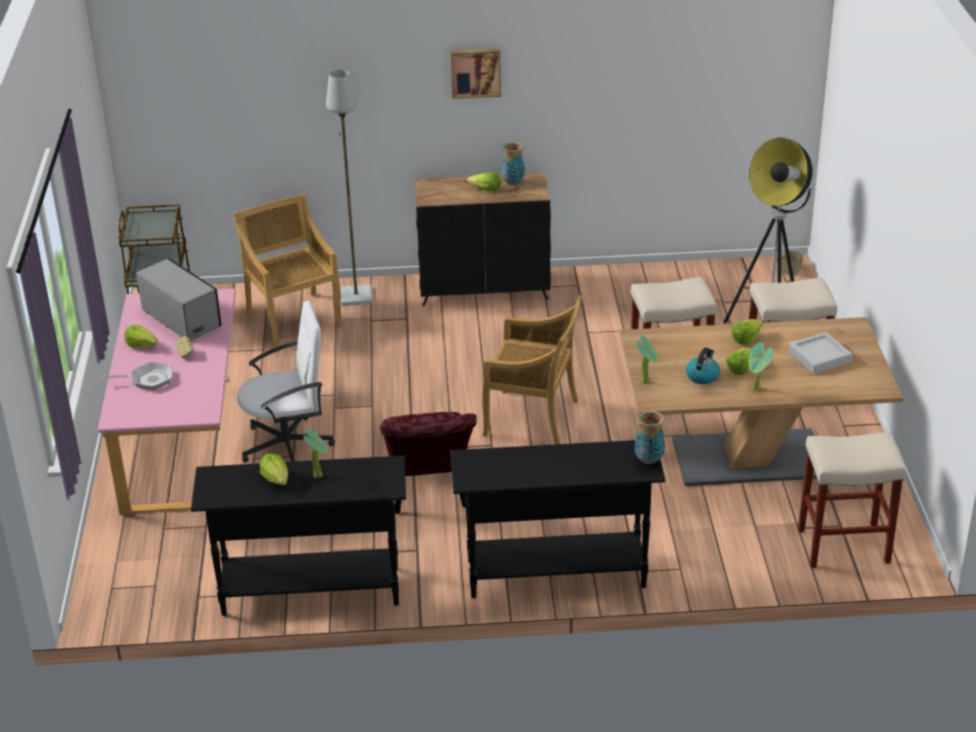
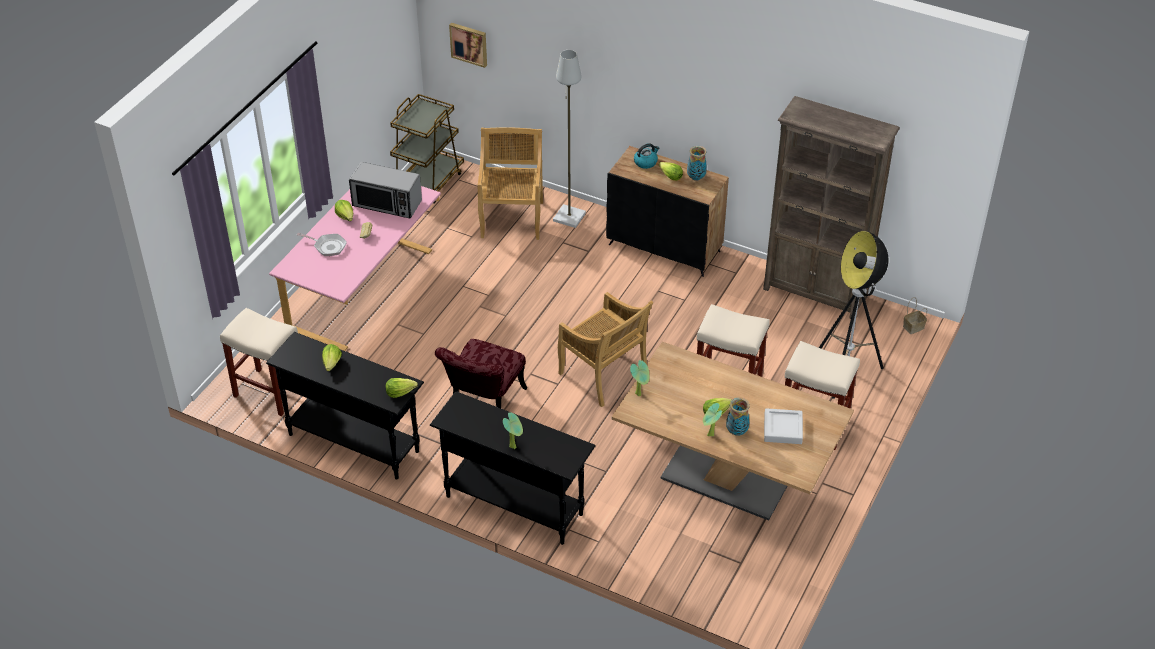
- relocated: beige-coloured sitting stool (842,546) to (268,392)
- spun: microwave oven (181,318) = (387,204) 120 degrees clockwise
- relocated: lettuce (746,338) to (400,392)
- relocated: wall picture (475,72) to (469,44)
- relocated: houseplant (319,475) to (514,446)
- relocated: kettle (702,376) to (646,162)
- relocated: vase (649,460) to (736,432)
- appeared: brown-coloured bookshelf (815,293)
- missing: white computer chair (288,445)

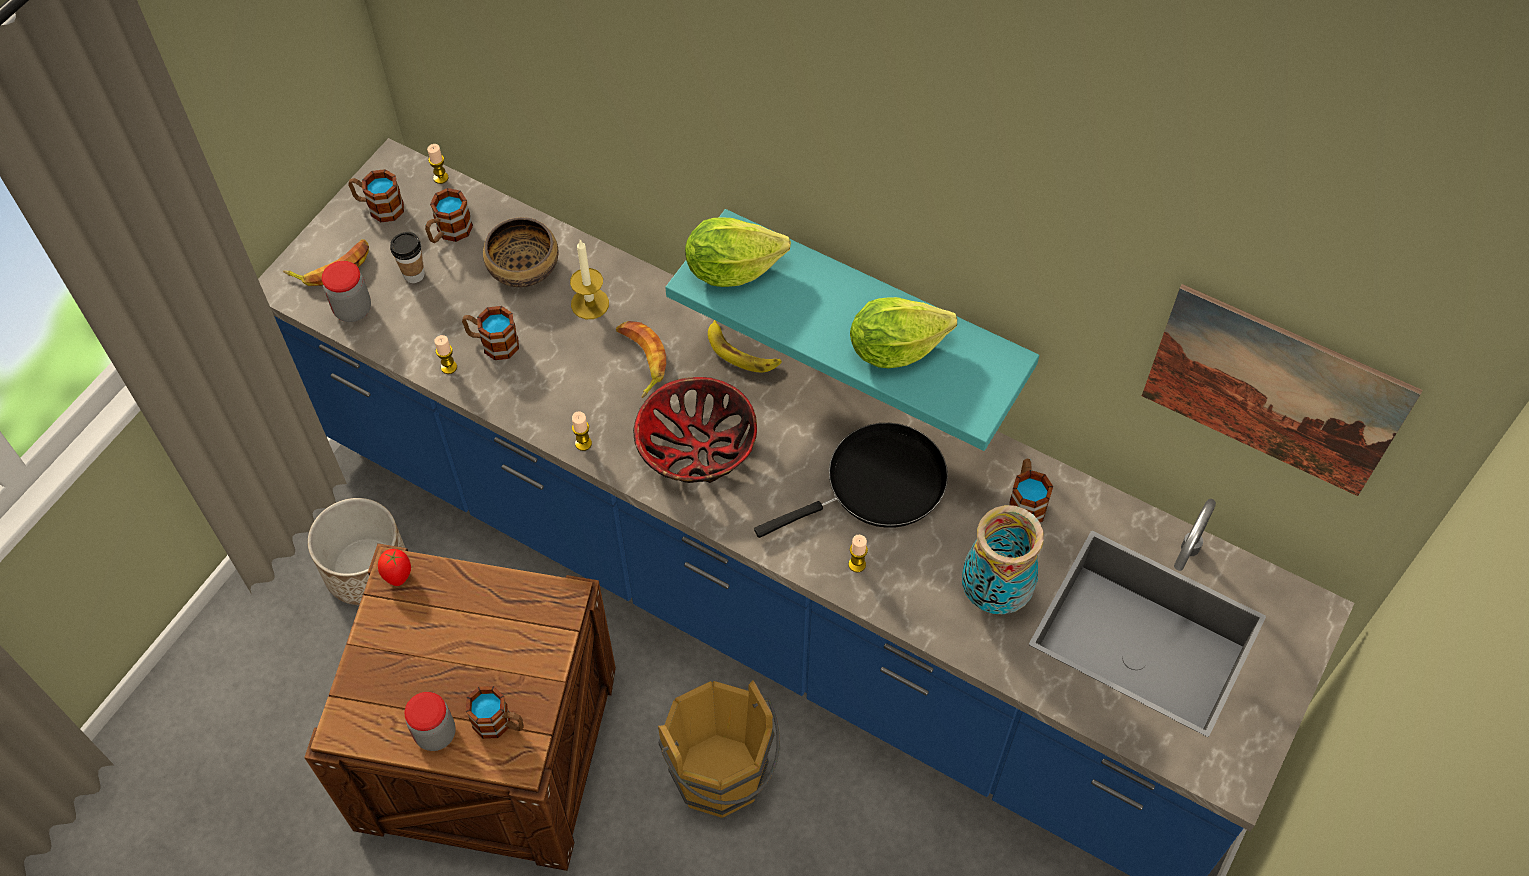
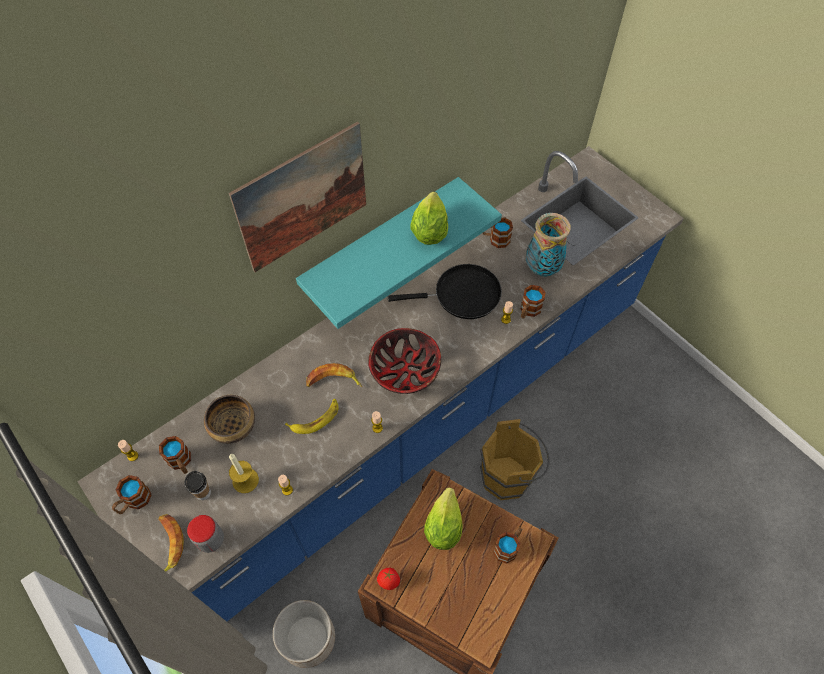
- relocated: wall picture (1273,391) to (303,198)
- relocated: wax light (590,303) to (245,480)
- relocated: banana fruit (741,351) to (315,419)
- spun: blackish frying pan (878,485) = (462,295) 90 degrees clockwise
- relocated: lettuce (731,269) to (443,527)
- relocated: tea mug (493,343) to (528,311)
- missing: preserve jar (435,733)

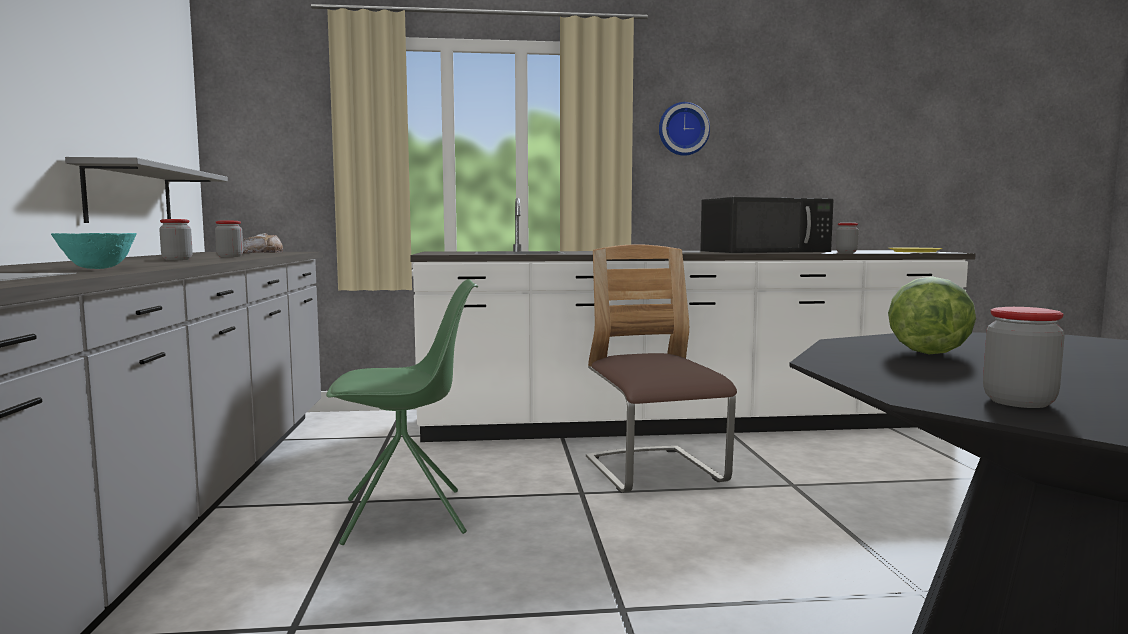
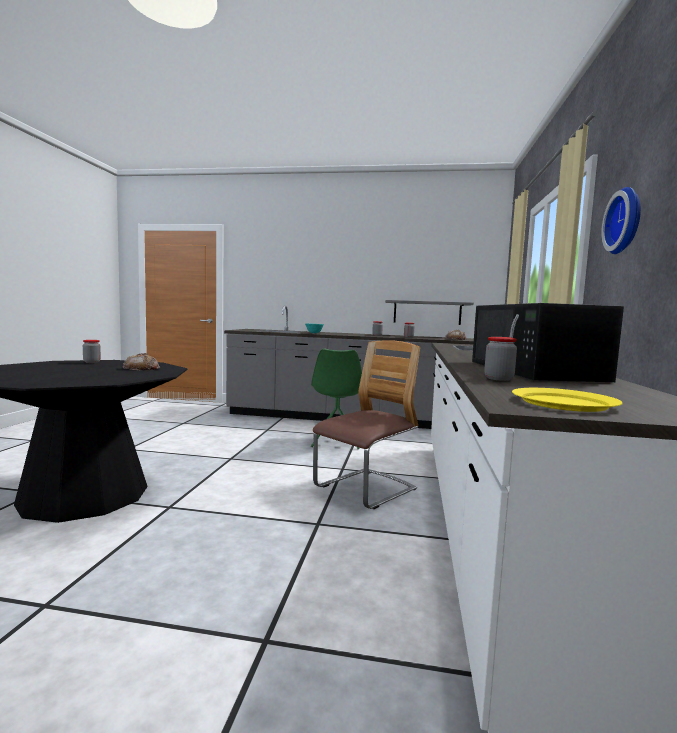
- exchanged: lettuce (928,352) to bread (141,368)
- spun: plain chair (654,472) = (365,489) 45 degrees counterclockwise

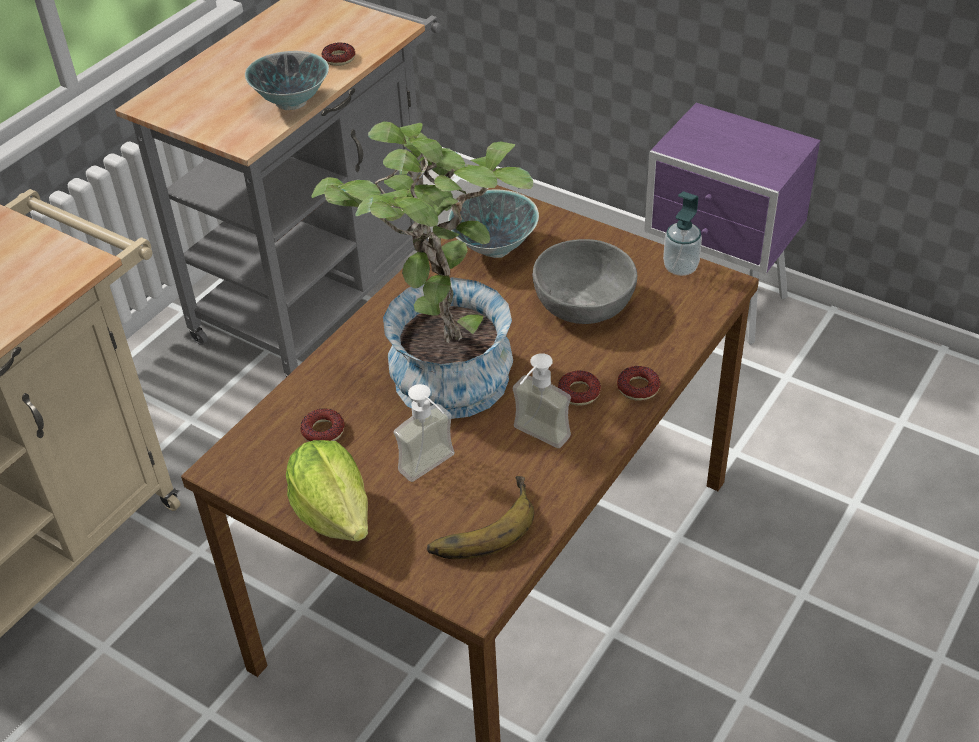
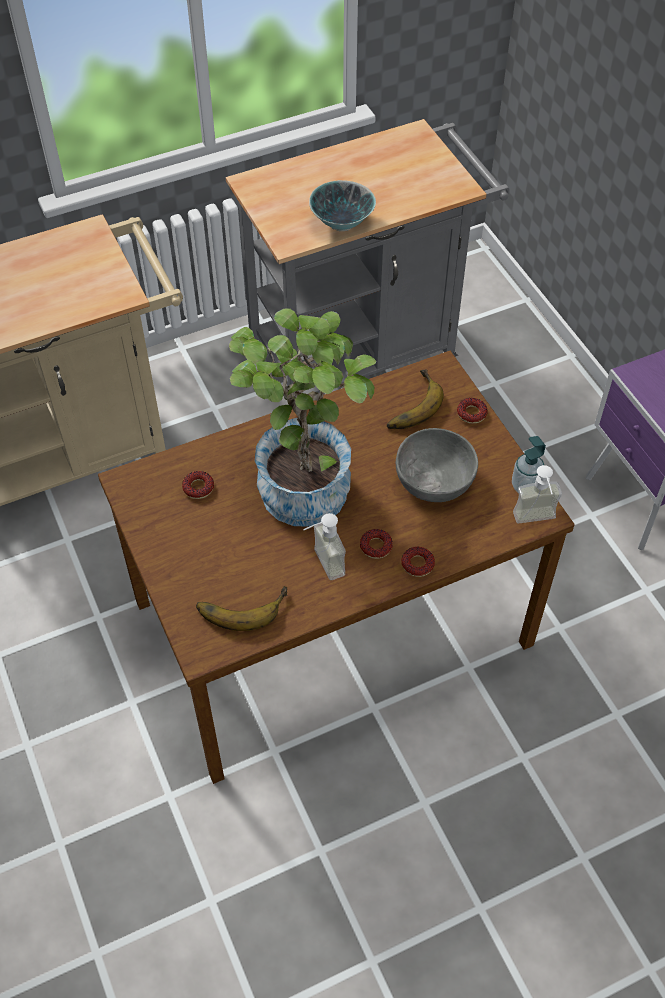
- exchanged: bowl (495,248) to banana fruit (409,404)
- relocated: donut (339,58) to (471,413)
- relocated: liquid soap bottle (434,469) to (536,522)
- missing: lettuce (334,513)

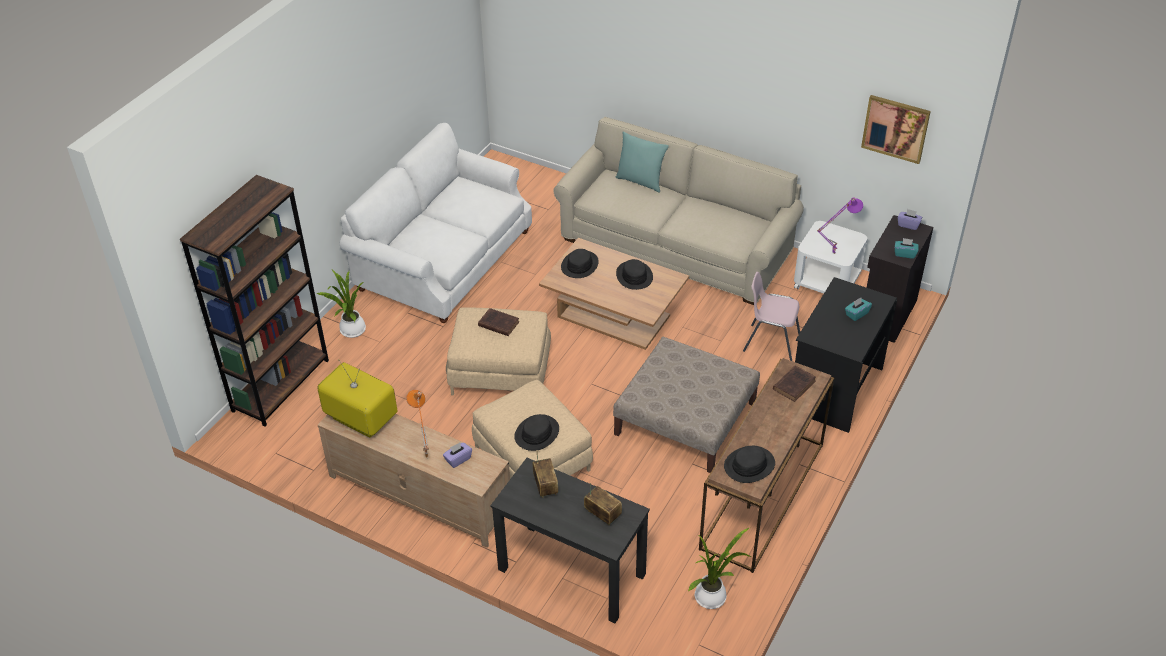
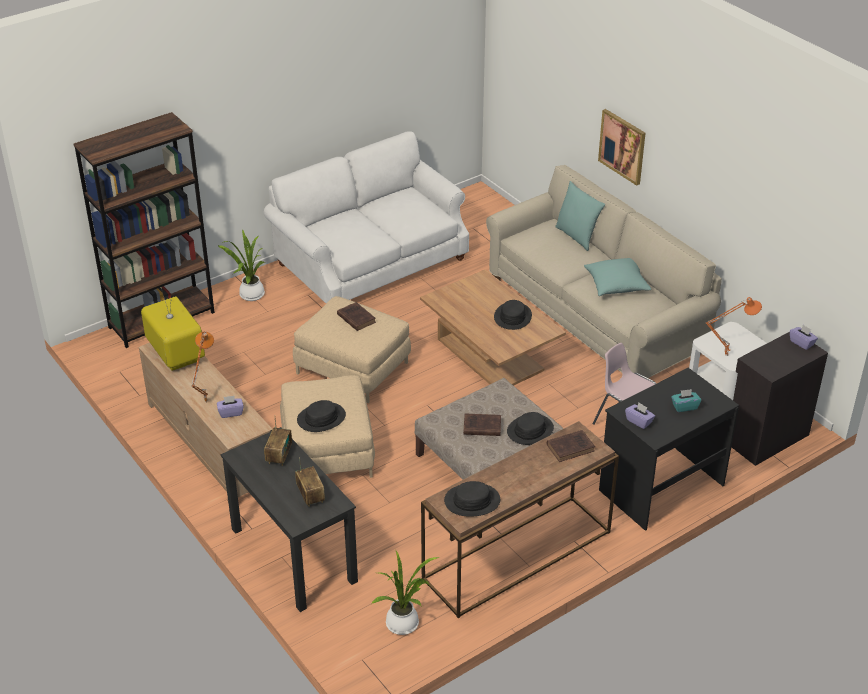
- appeared: brown-coloured book (481,427)
- relocated: blackish hat (580,265) to (530,430)
- appeared: blue-green throw pillow (616,285)
- relocated: wall picture (895,128) to (622,146)
- appeared: purplish tissue holder (639,421)
- colour: purplish table lamp (833,253) to orange table lamp (726,354)
- missing: blue-green tissue holder (905,254)

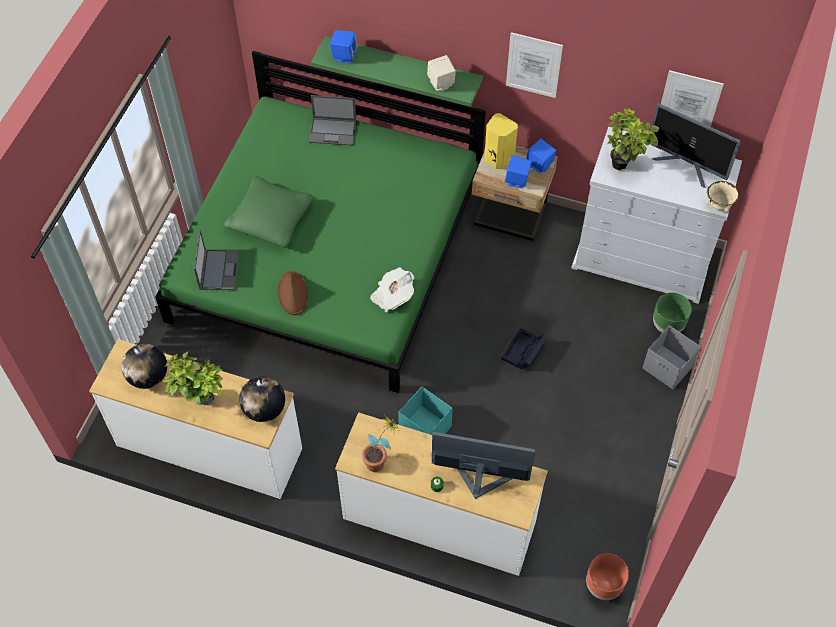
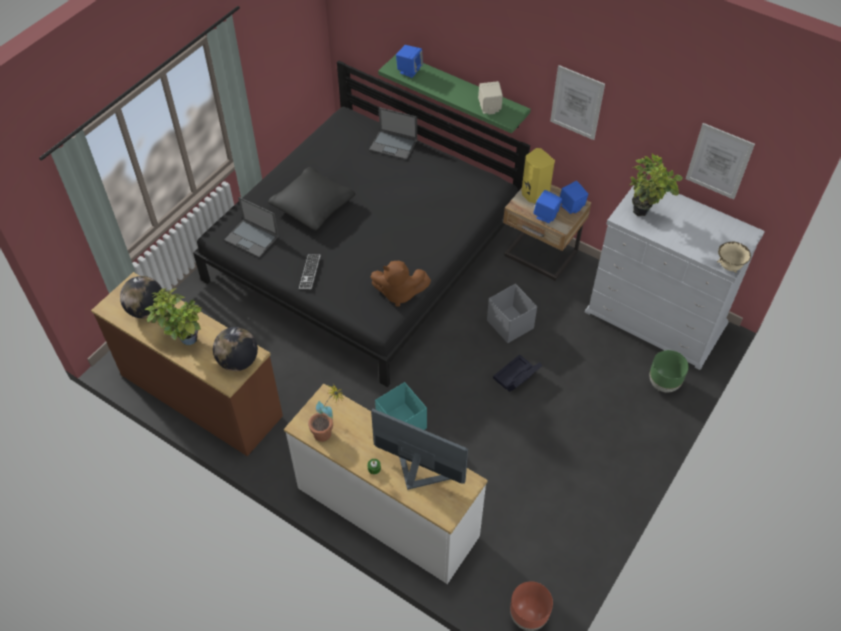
- colour: white drawer chest (209,448) to brown-coloured drawer chest (200,396)
- colour: green bedroom bed (328,252) to blackish bedroom bed (365,252)
- spun: notebook computer (219,269) = (252,238) 105 degrees clockwise
- colour: green throw pillow (271,219) to blackish throw pillow (313,206)
- exchanged: brown-coloured hat (293,293) to keyboard (310,272)
- exchanged: newspaper (392,296) to brown-coloured plush toy (399,293)
- relocated: gray storage bin (668,368) to (510,325)
- missing: computer display (686,166)

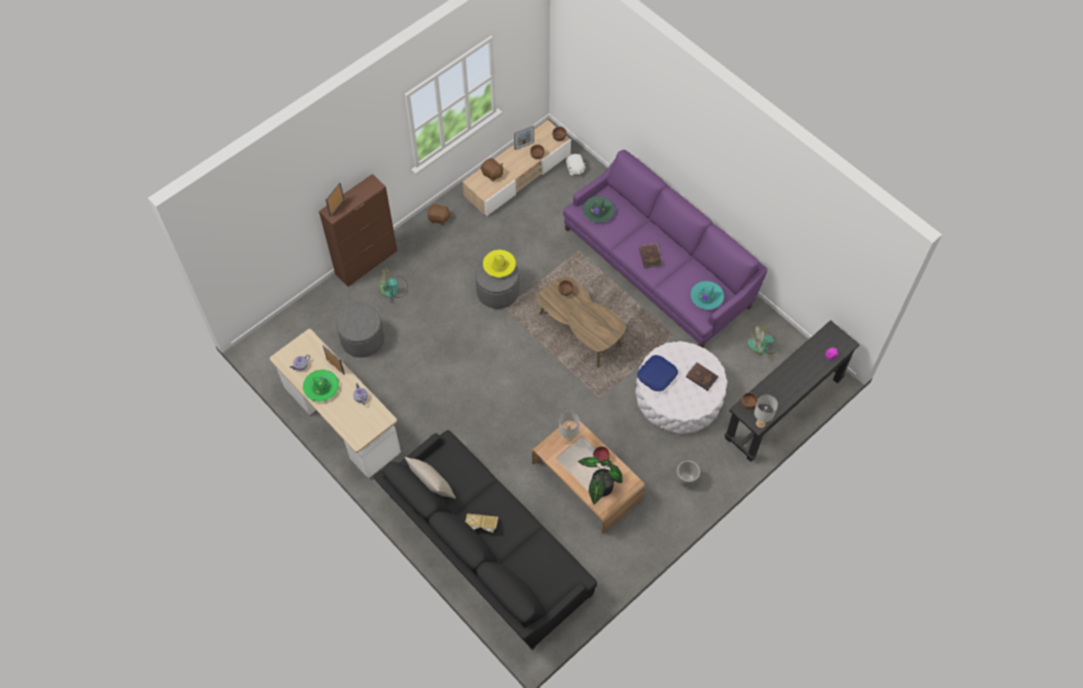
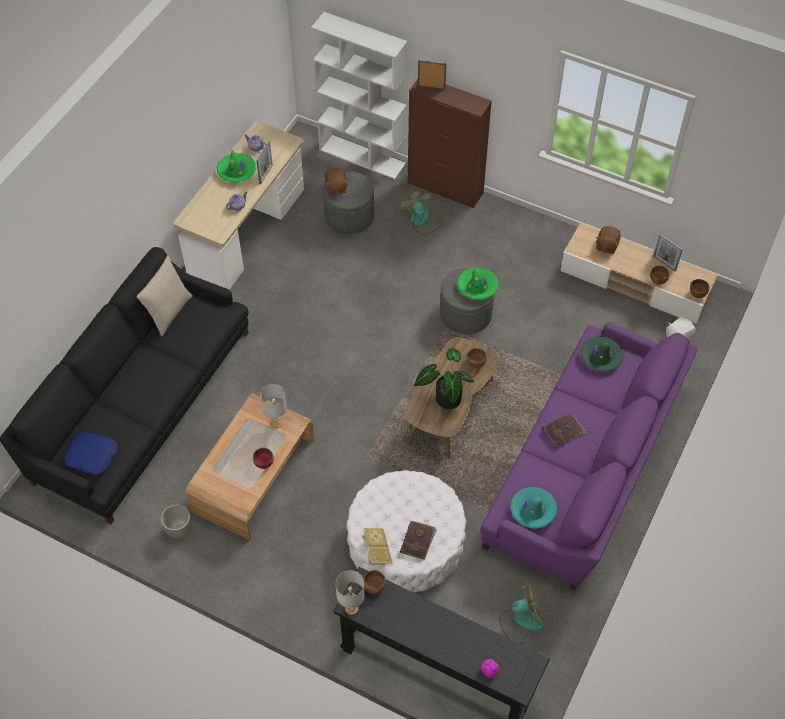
- relocated: blue-coloured throw pillow (656,375) to (92,455)
- relocated: plant pot (686,480) to (178,530)
- appeared: white bookshelf (363,156)
- relocated: brown-coloured plush toy (439,218) to (335,188)
- relocated: book (481,525) to (376,551)
- relocated: houseplant (600,488) to (445,397)
- colour: yellow-coloured hat (499,265) to green hat (477,286)
- spun: fan (762,346) = (521,621) 105 degrees clockwise

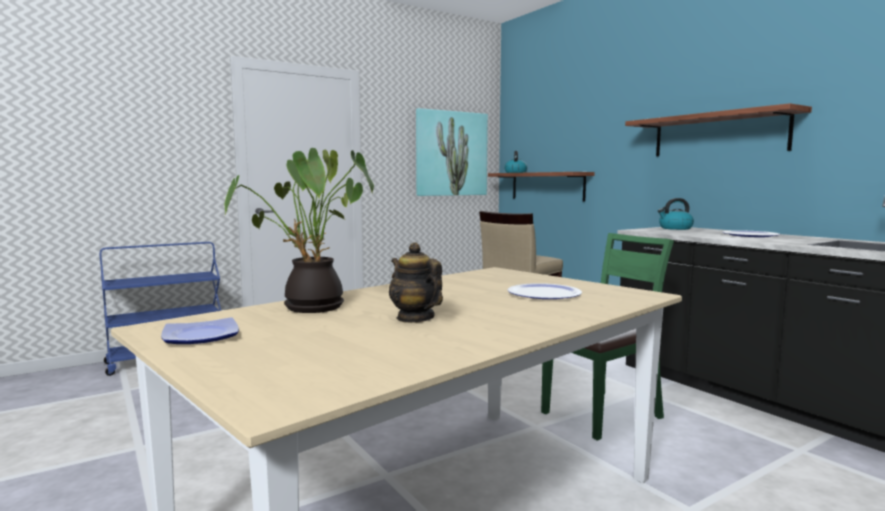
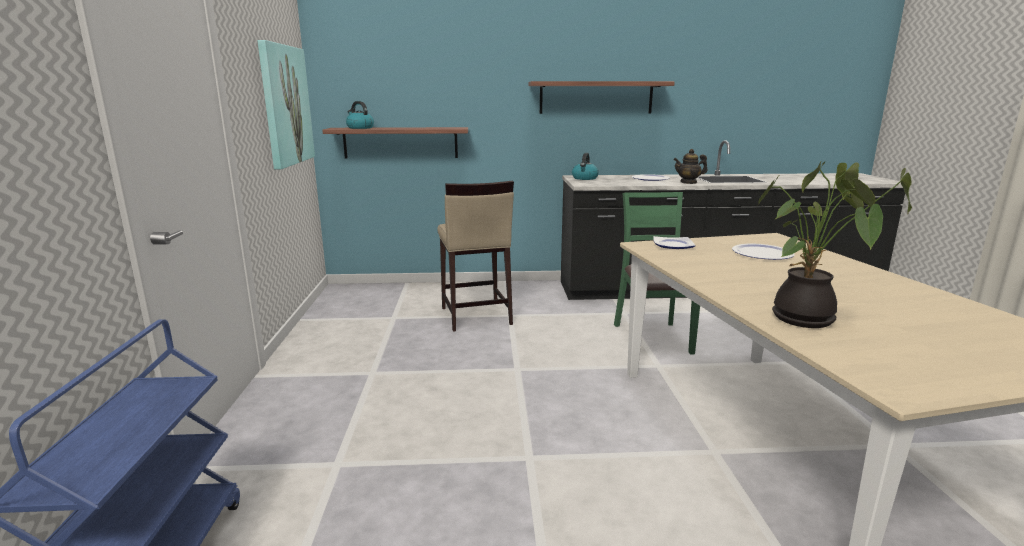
- relocated: plate (199,336) to (672,245)
- relocated: teapot (415,318) to (688,182)

